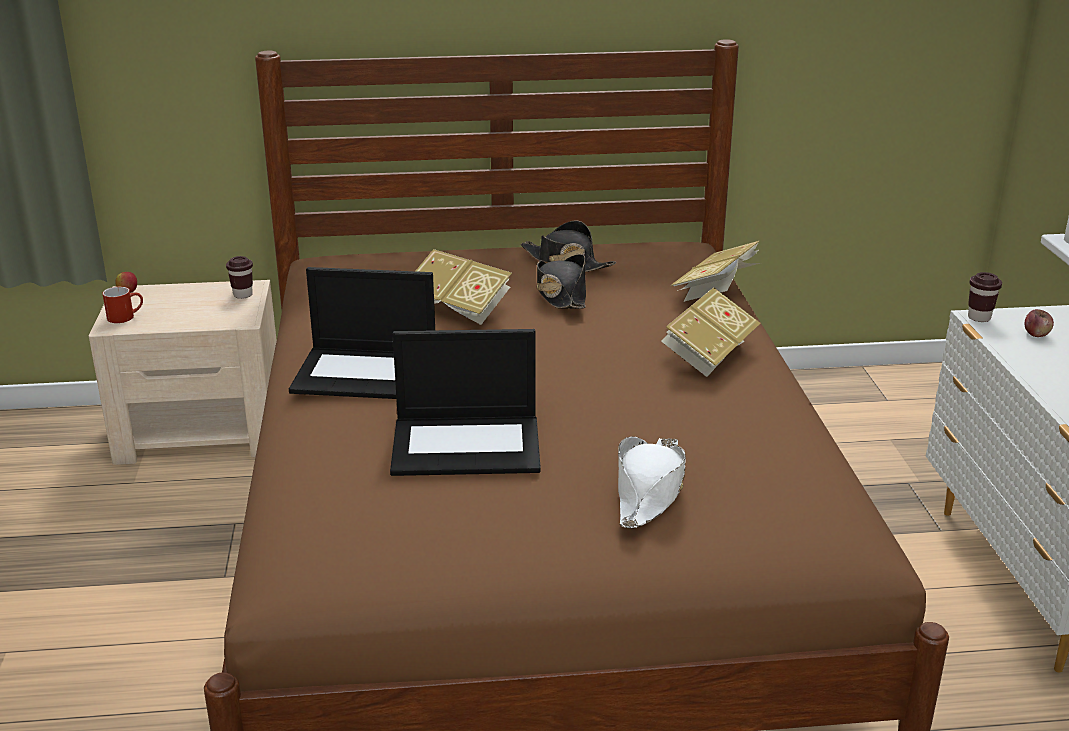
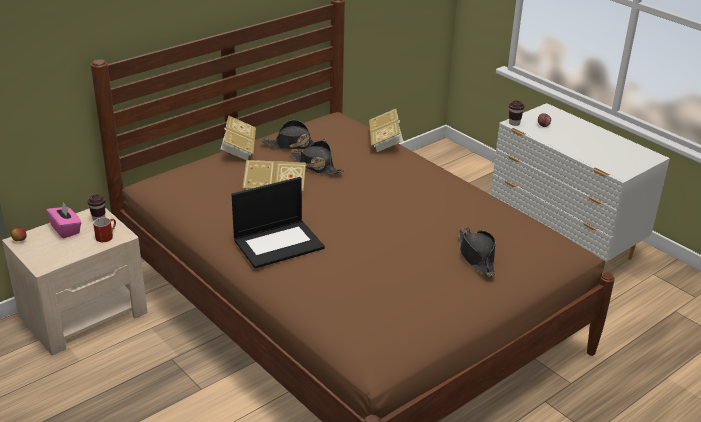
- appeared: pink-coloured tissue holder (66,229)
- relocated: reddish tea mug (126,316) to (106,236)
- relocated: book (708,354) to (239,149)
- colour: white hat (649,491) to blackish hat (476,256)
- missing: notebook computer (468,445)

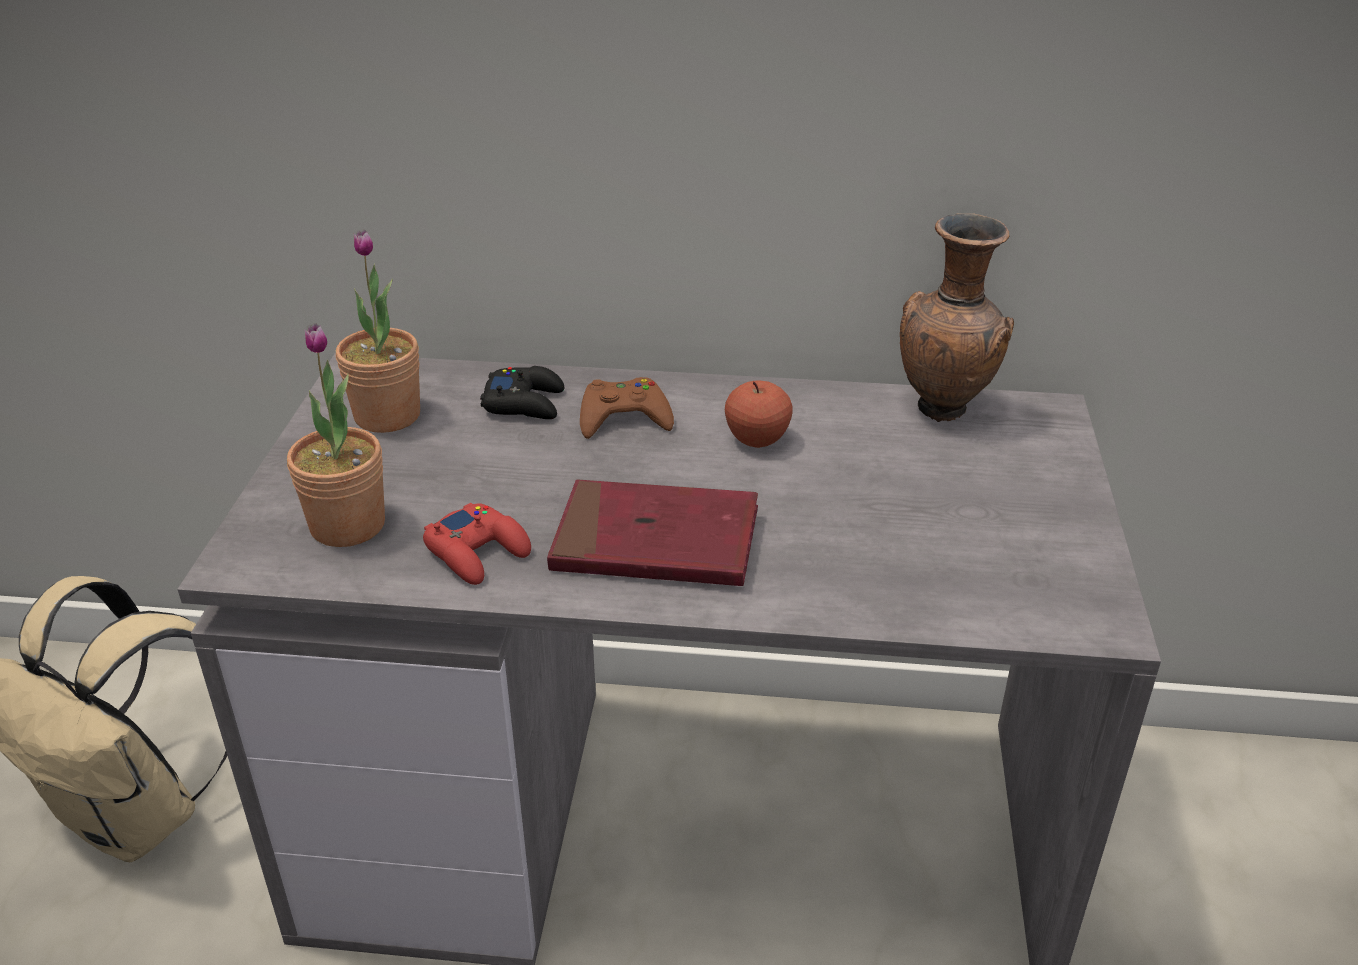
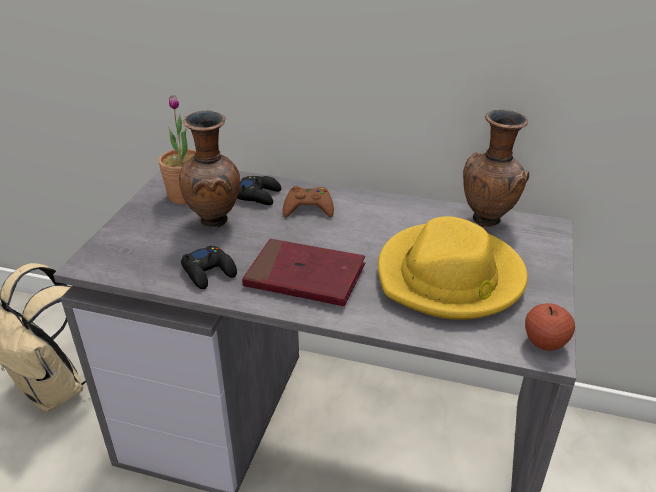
- appeared: brown-coloured vase (216,222)
- colour: reddish game controller (478,552) to blackish game controller (209,272)
- appeared: yellow-coloured hat (450,277)
- relocated: apple (757,439) to (544,343)
- missing: houseplant (347,525)

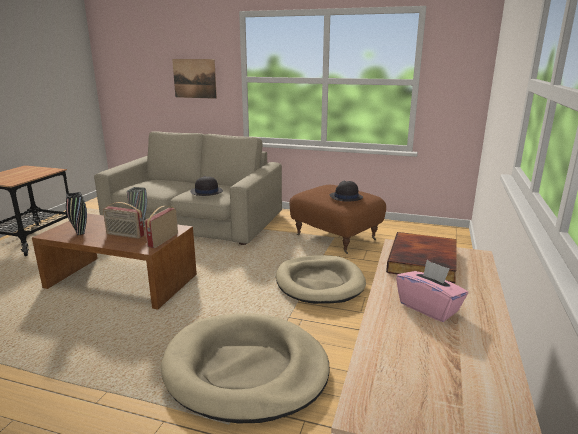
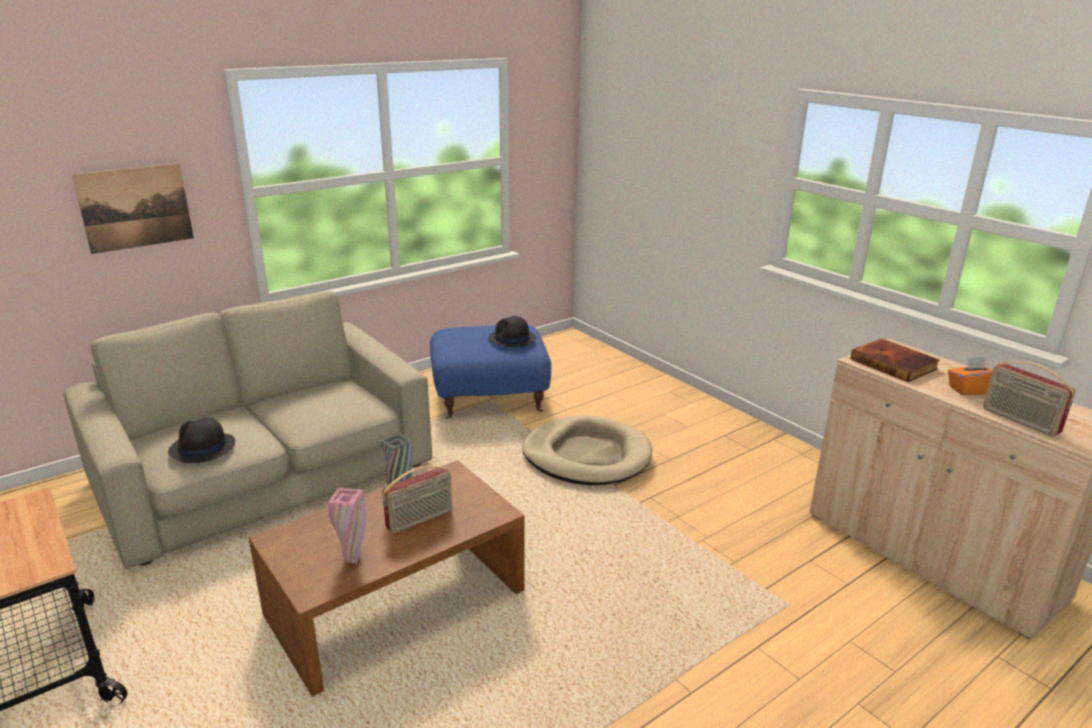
- relocated: blackish hat (206,192) to (202,448)
- colour: blackish vase (80,233) to pink-coloured vase (352,558)
- colour: brown-coloured ottoman (336,237) to blue-coloured ottoman (490,398)
- colour: pink-coloured tissue holder (429,307) to orange tissue holder (970,390)
- relocated: radio receiver (162,240) to (1019,421)
- missing: beige-coloured pet bed (246,370)

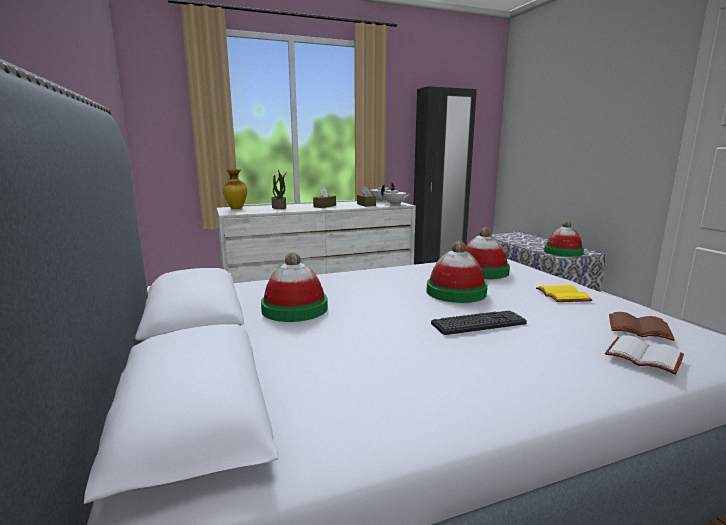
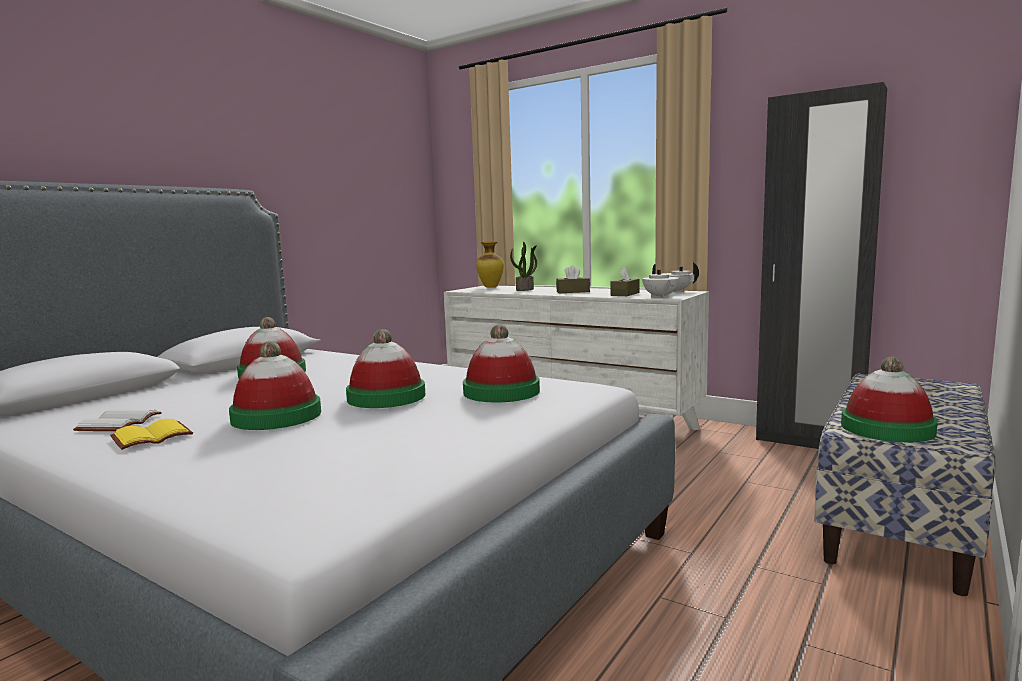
- relocated: white book (645,356) to (120,423)
- relocated: yellow-coloured book (561,295) to (152,436)
- exchanged: keyboard (478,323) to hat (276,416)
- missing: brown-coloured book (638,329)

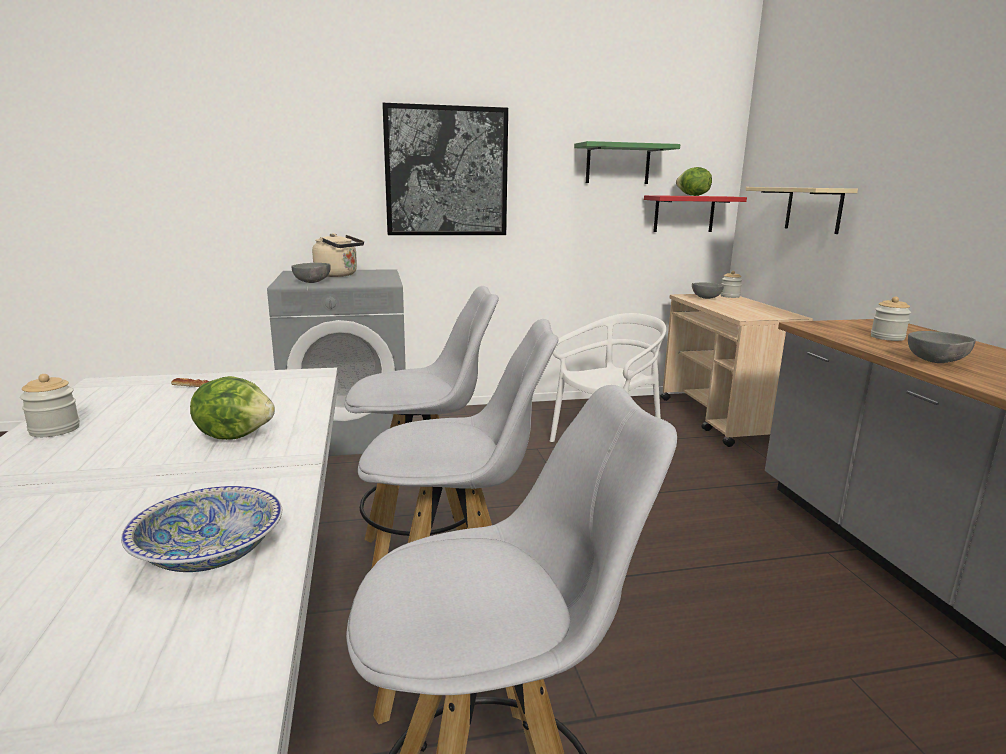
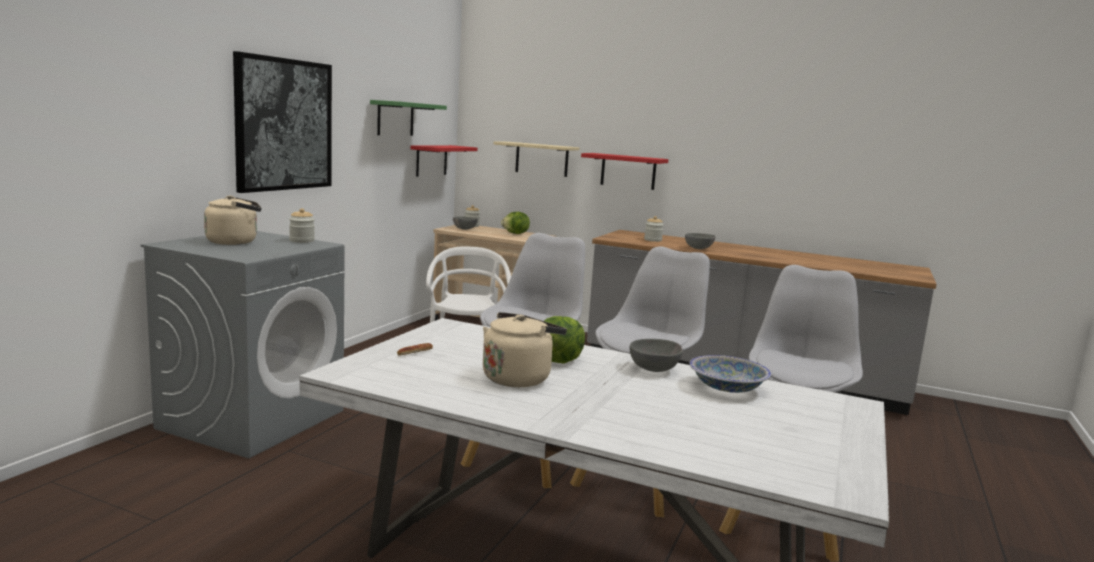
- relocated: preserve jar (55,430) to (302,241)
- appeared: beige-coloured kettle (519,378)
- relocated: lettuce (692,195) to (515,234)
- appeared: reddish wall shelf (628,171)
- relocated: gray bowl (312,282) to (655,370)

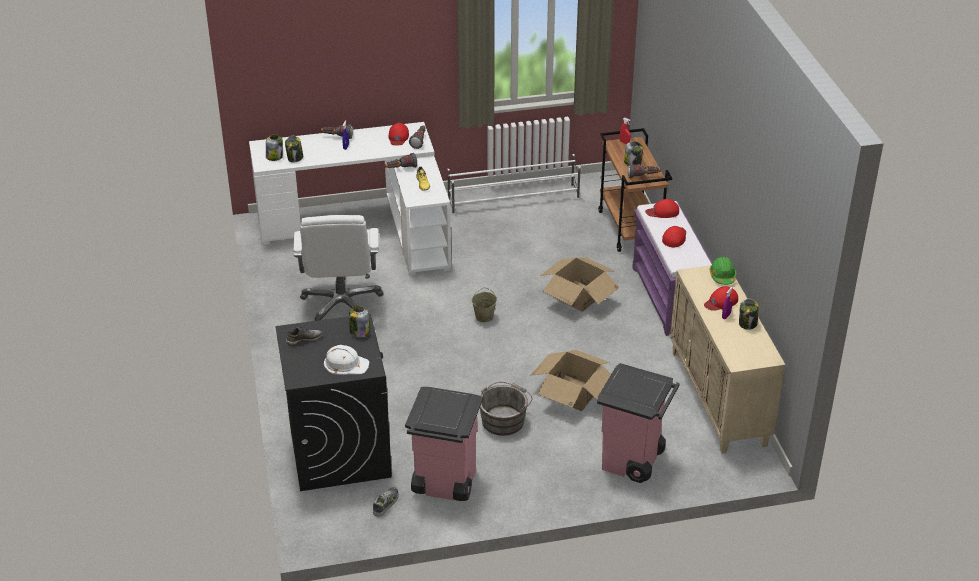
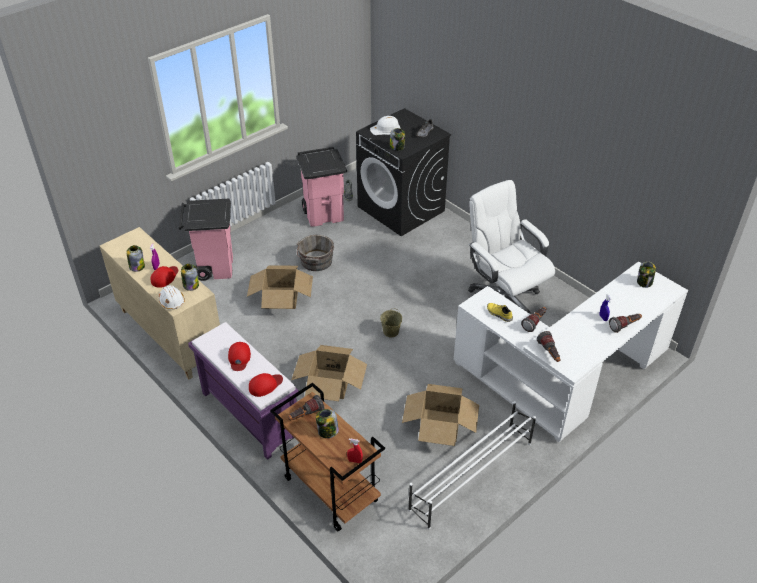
- colour: green safety helmet (722,276) to white safety helmet (172,301)
- relocated: preserve jar (295,158) to (191,285)
- appeared: cardboard box (440,425)
- missing: reddish cap (398,137)

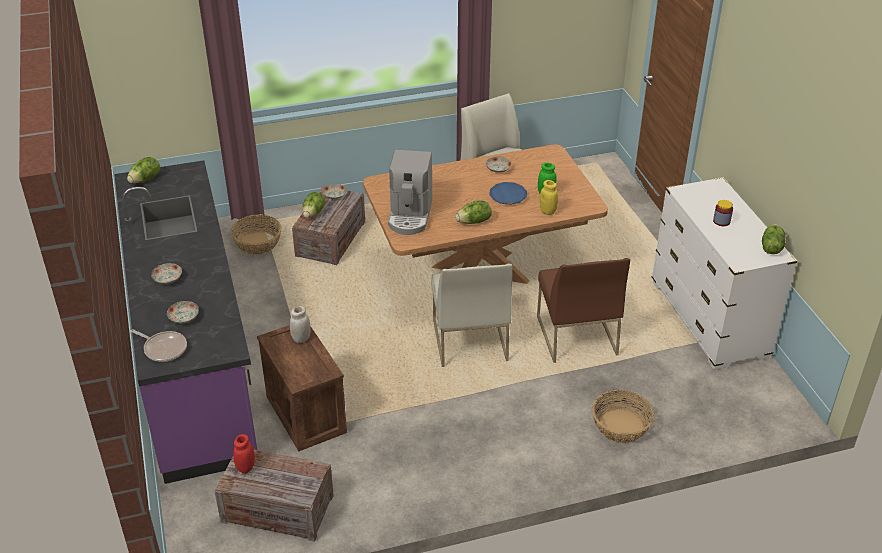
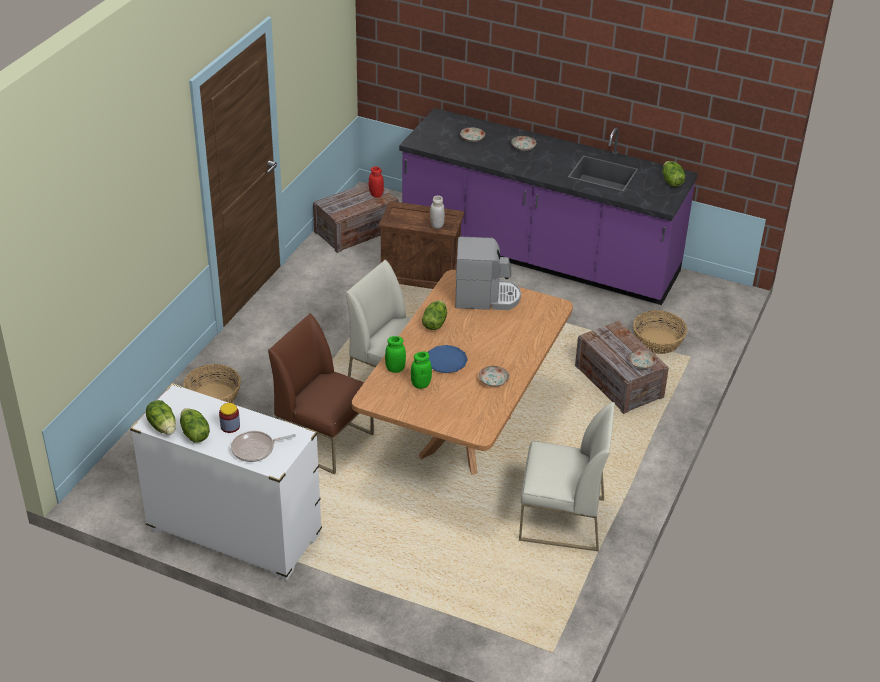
- relocated: lettuce (314,213) to (194,434)
- relocated: frying pan (163,348) to (256,449)
- colour: yellow-coloured preserve jar (548,211) to green preserve jar (395,369)
- spun: coffee machine (410,215) = (486,297) 135 degrees clockwise

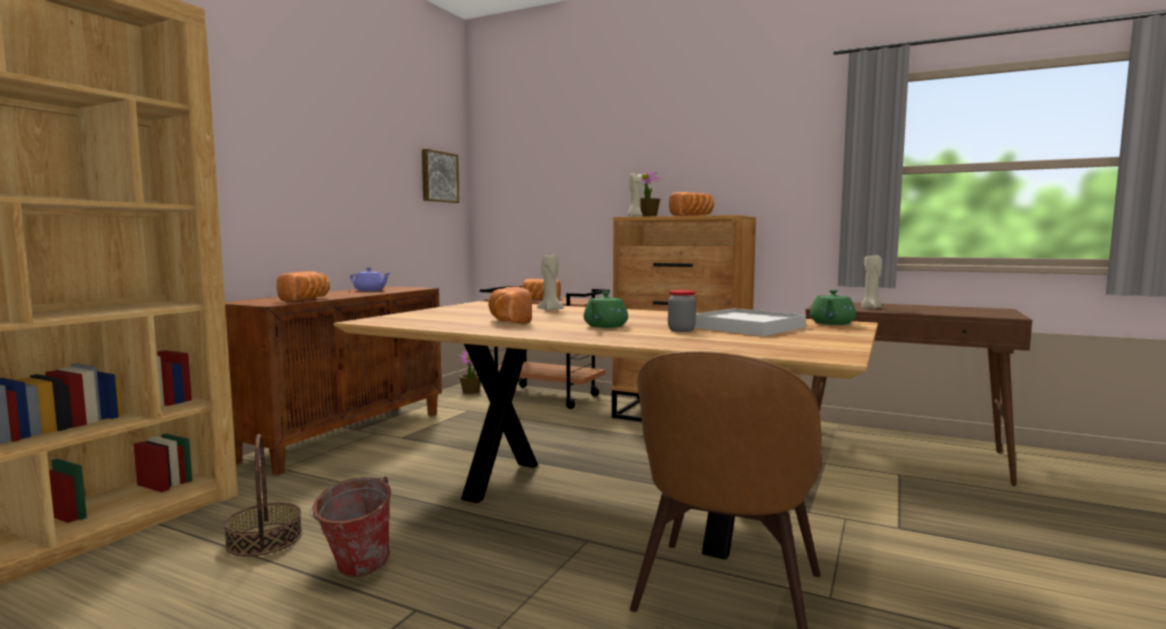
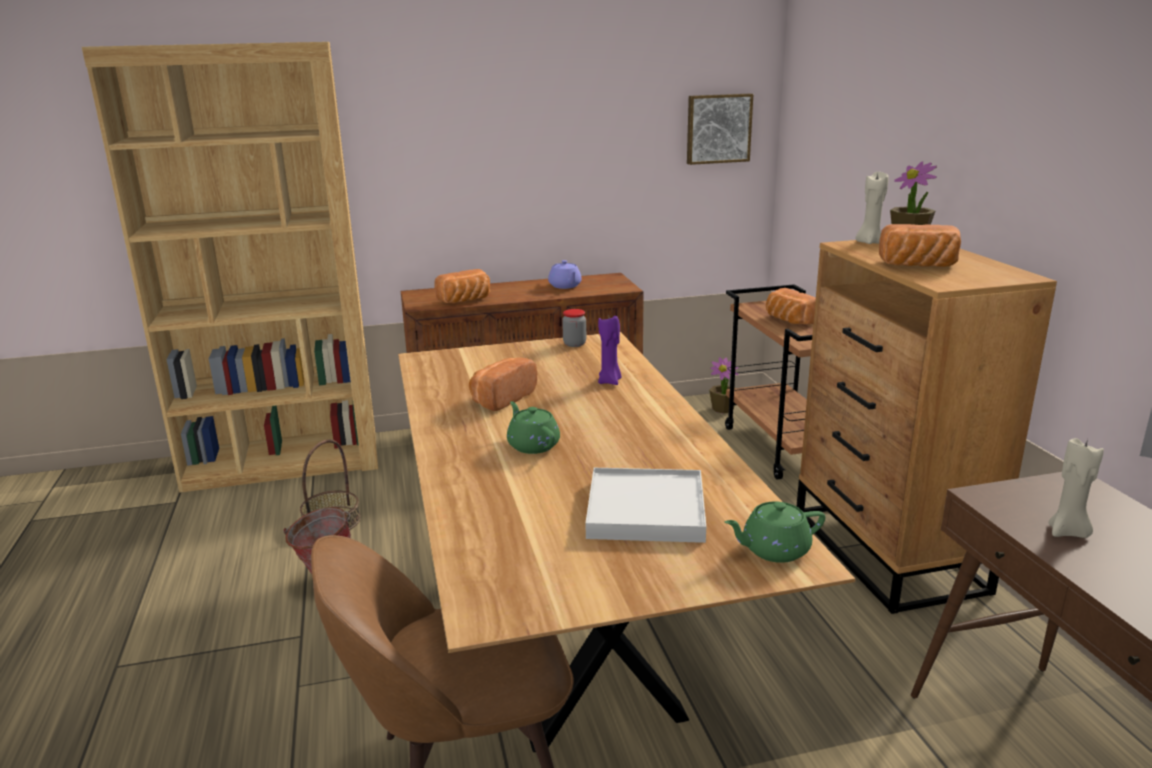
- spun: green teapot (605,326) = (533,445) 75 degrees clockwise
- relocated: preserve jar (681,330) to (574,344)
- colour: beige-coloured wax light (550,310) to purplish wax light (610,381)

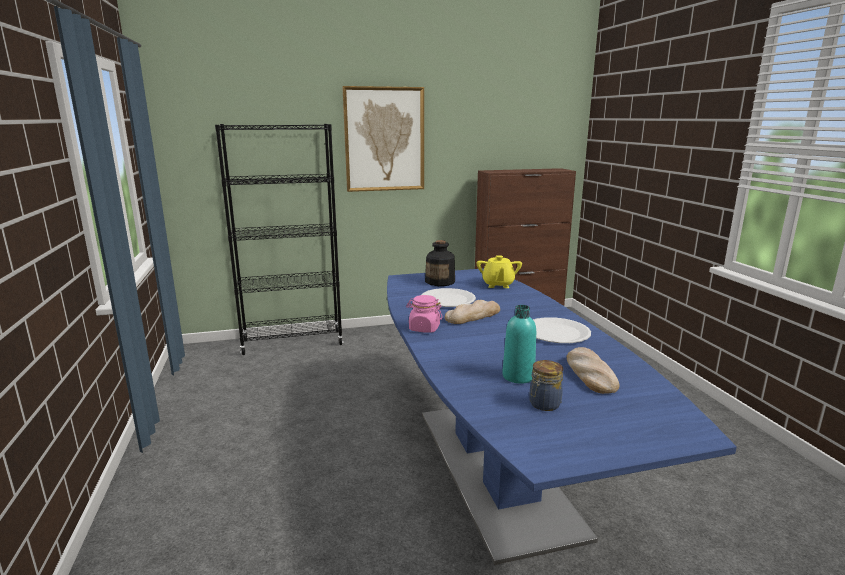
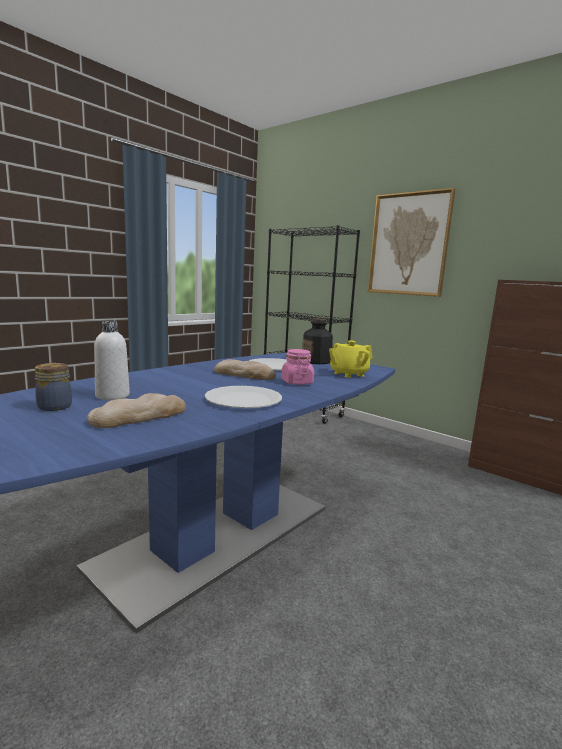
- colour: blue-green beverage bottle (518,376) to white beverage bottle (112,396)
- relocated: pink-coloured preserve jar (424,328) to (297,382)

